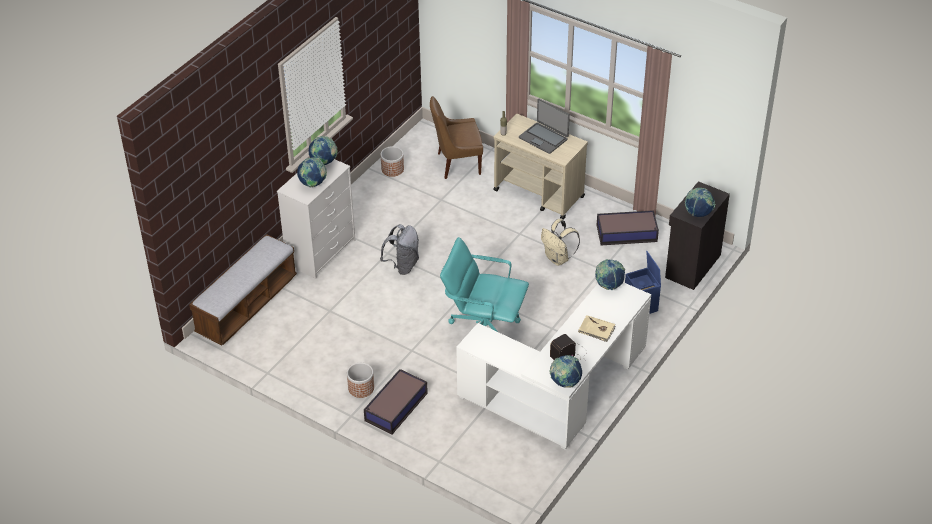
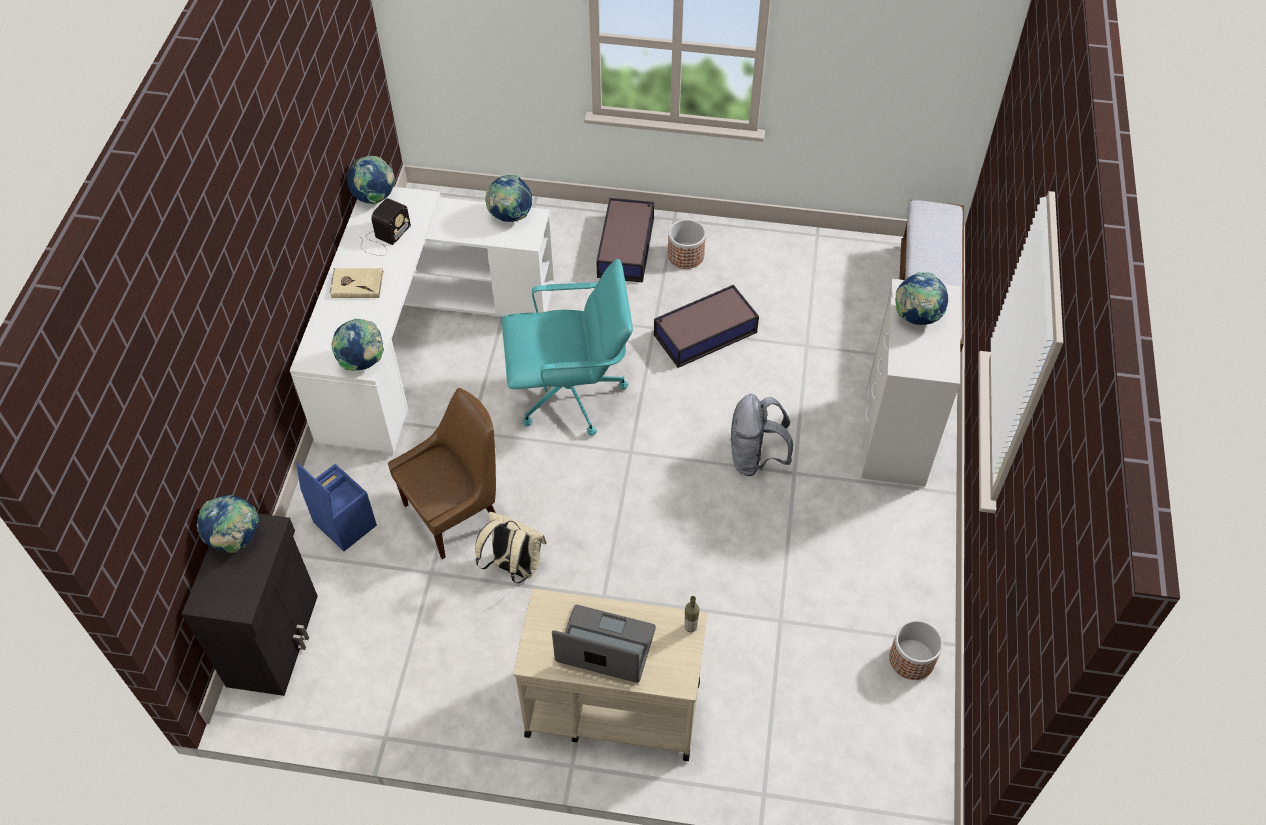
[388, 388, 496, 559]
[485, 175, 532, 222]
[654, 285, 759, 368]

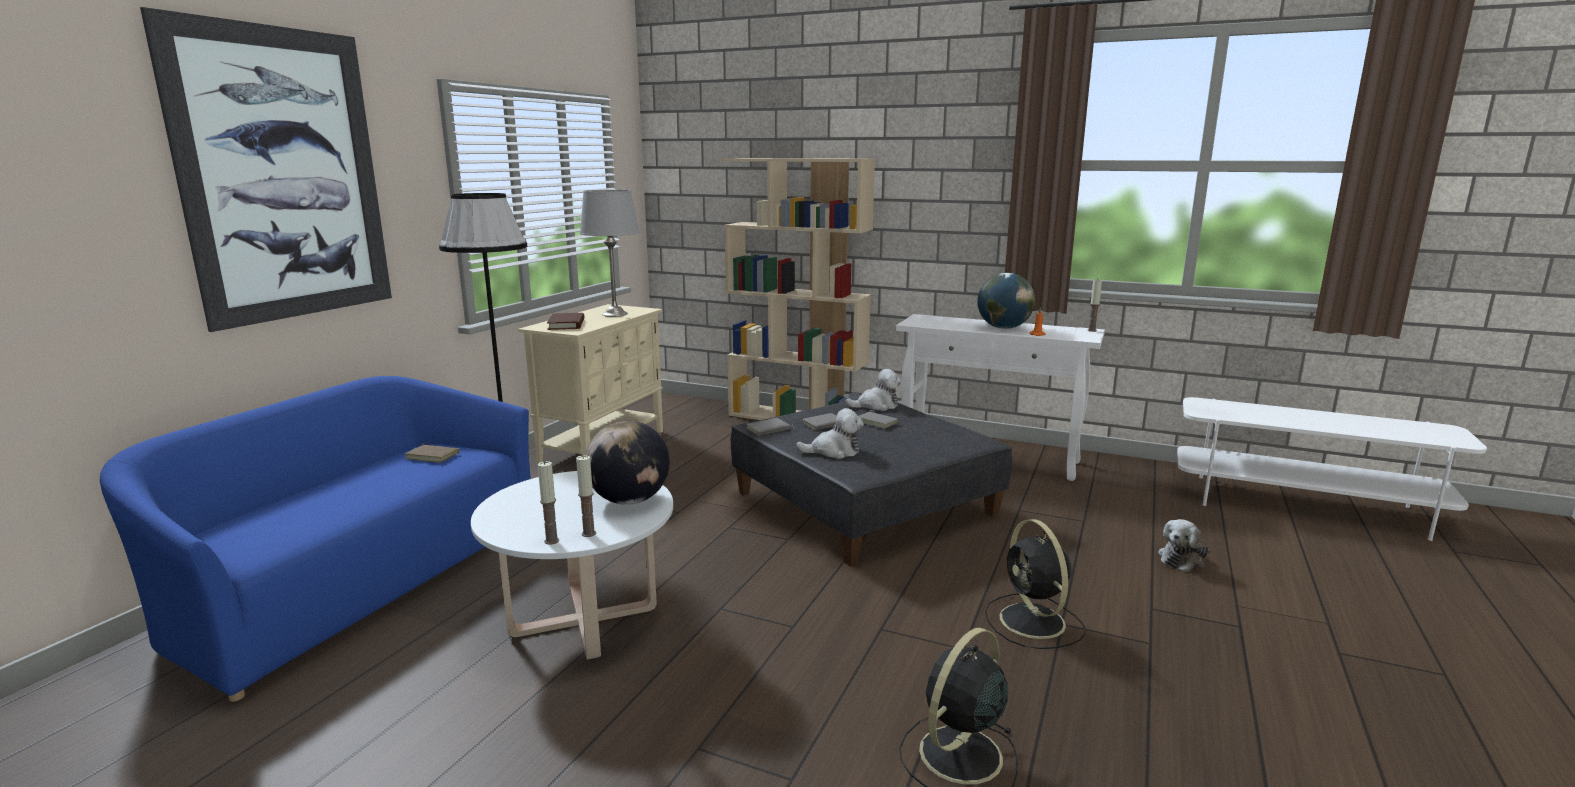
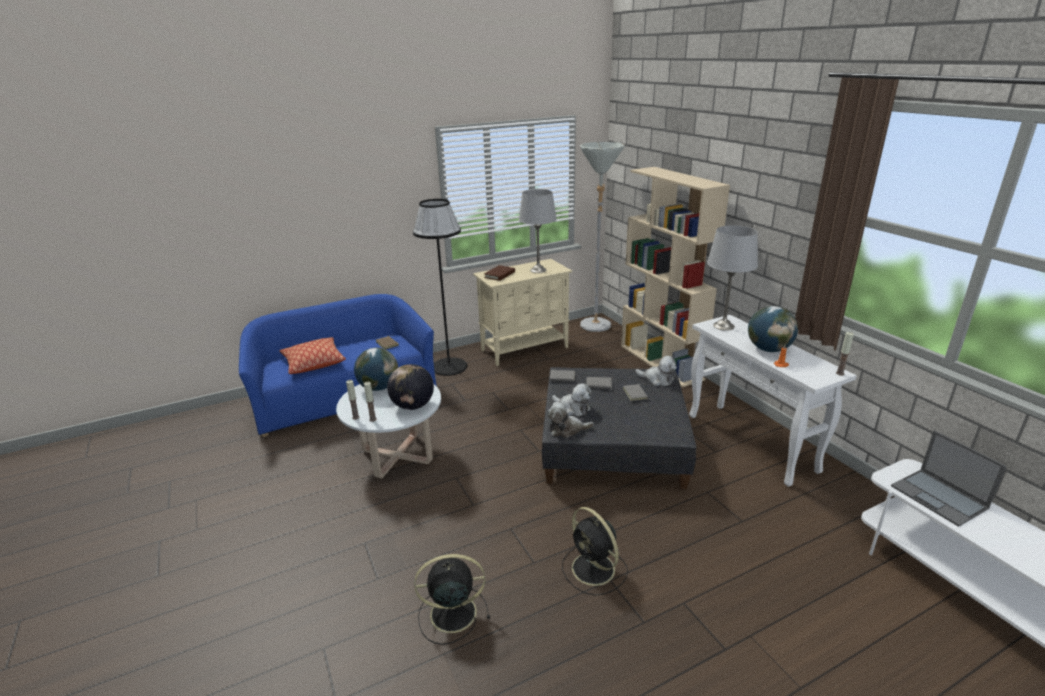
[140, 7, 392, 332] (first image)
[562, 507, 628, 596]
[547, 402, 594, 438]
[580, 142, 625, 332]
[707, 225, 758, 331]
[279, 337, 346, 374]
[354, 348, 398, 391]
[891, 430, 1007, 527]

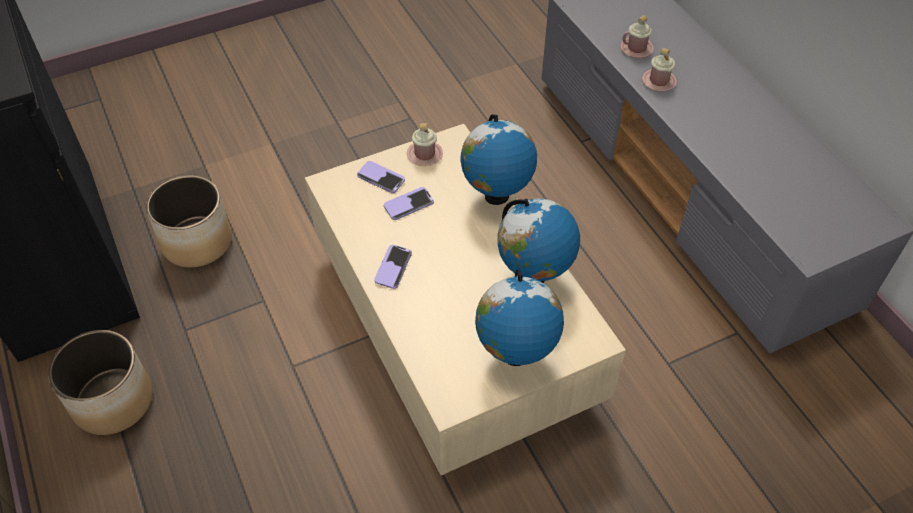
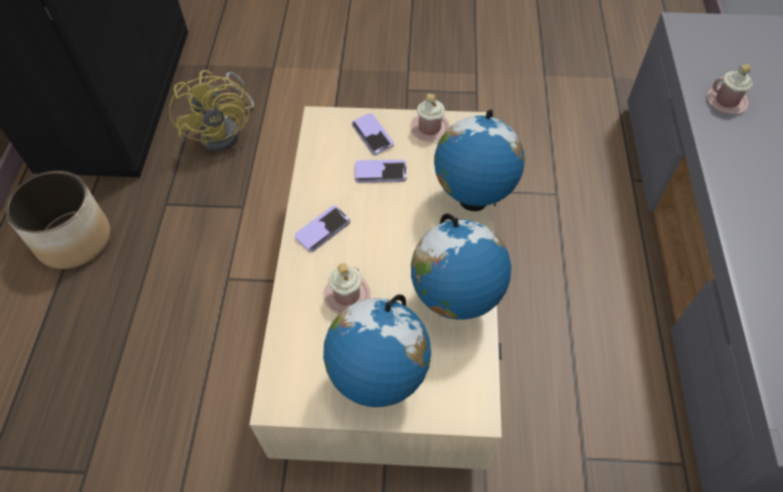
[324, 263, 371, 314]
[169, 70, 254, 152]

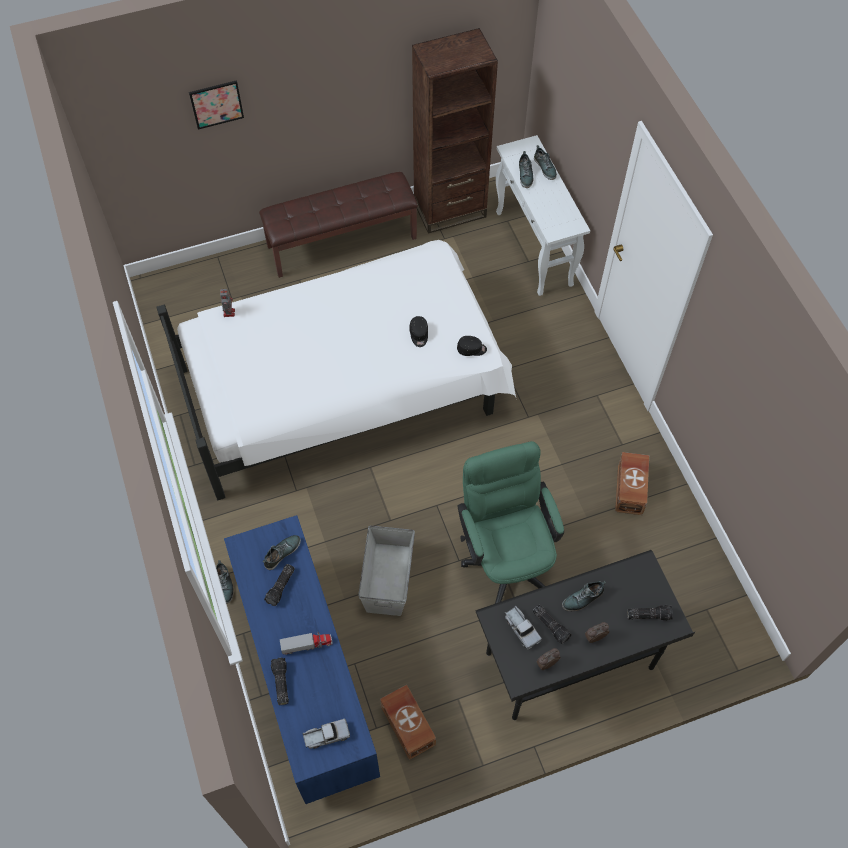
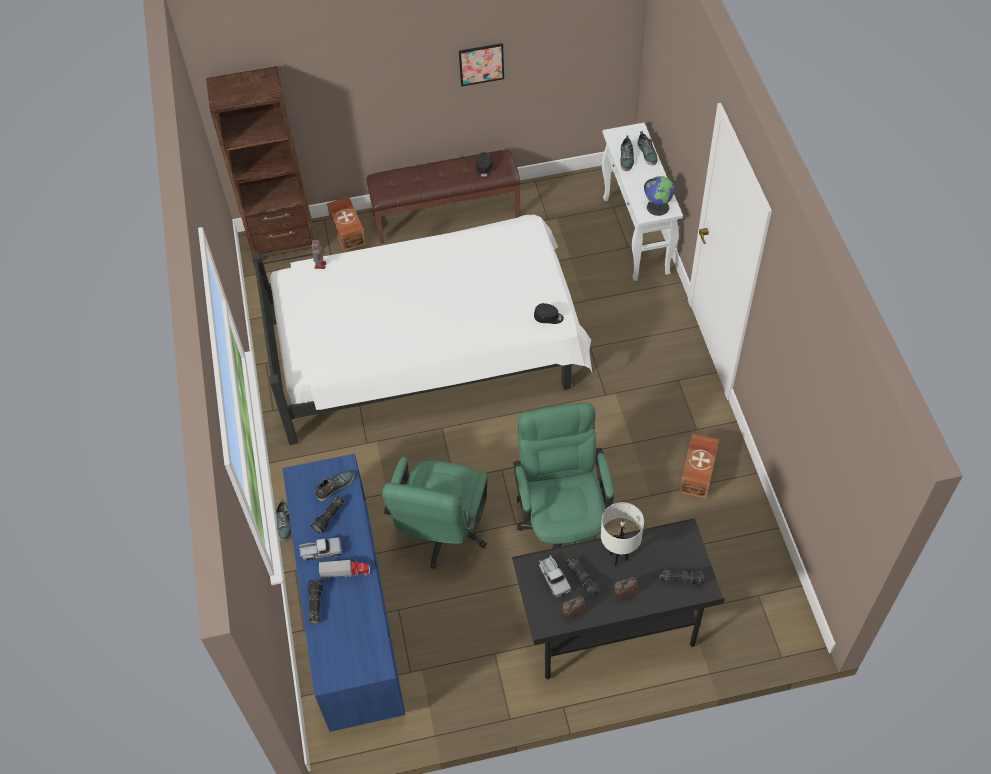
[206, 66, 316, 264]
[459, 43, 504, 87]
[476, 152, 492, 179]
[382, 457, 487, 569]
[601, 502, 644, 565]
[327, 197, 366, 251]
[299, 537, 342, 561]
[644, 176, 674, 216]

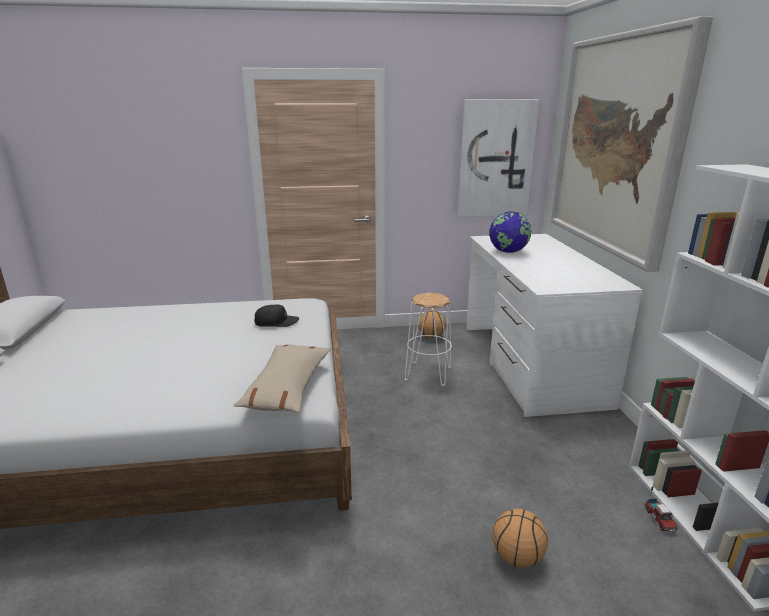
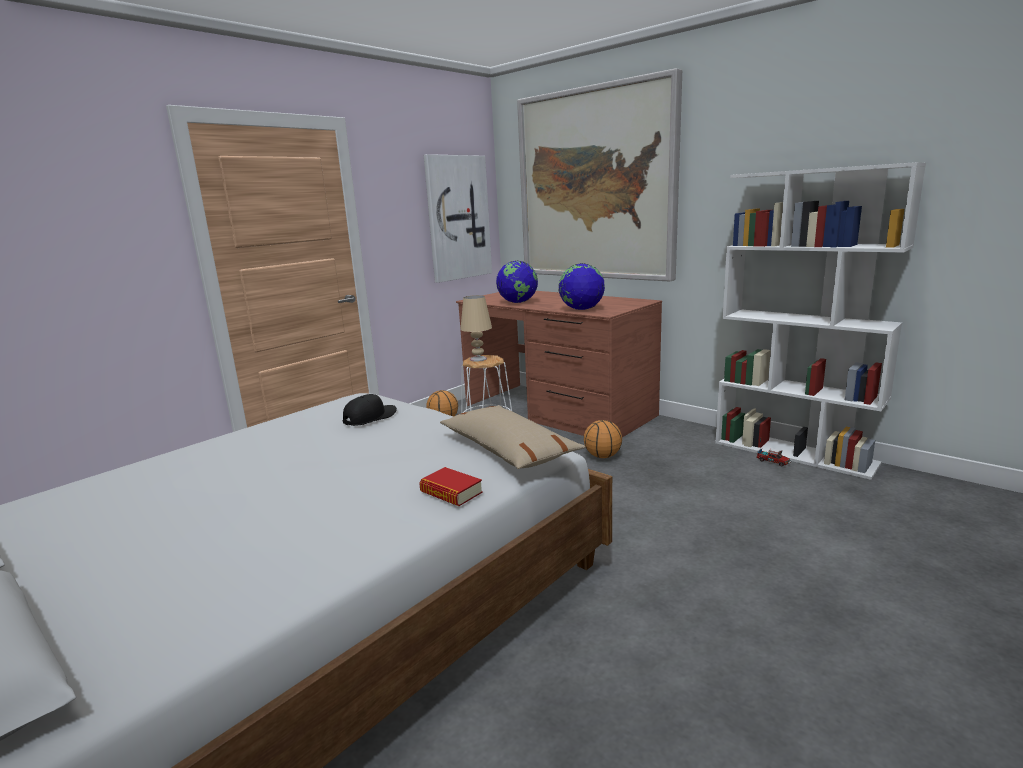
[456, 291, 662, 437]
[584, 420, 622, 458]
[559, 263, 605, 310]
[460, 295, 492, 362]
[419, 467, 483, 506]

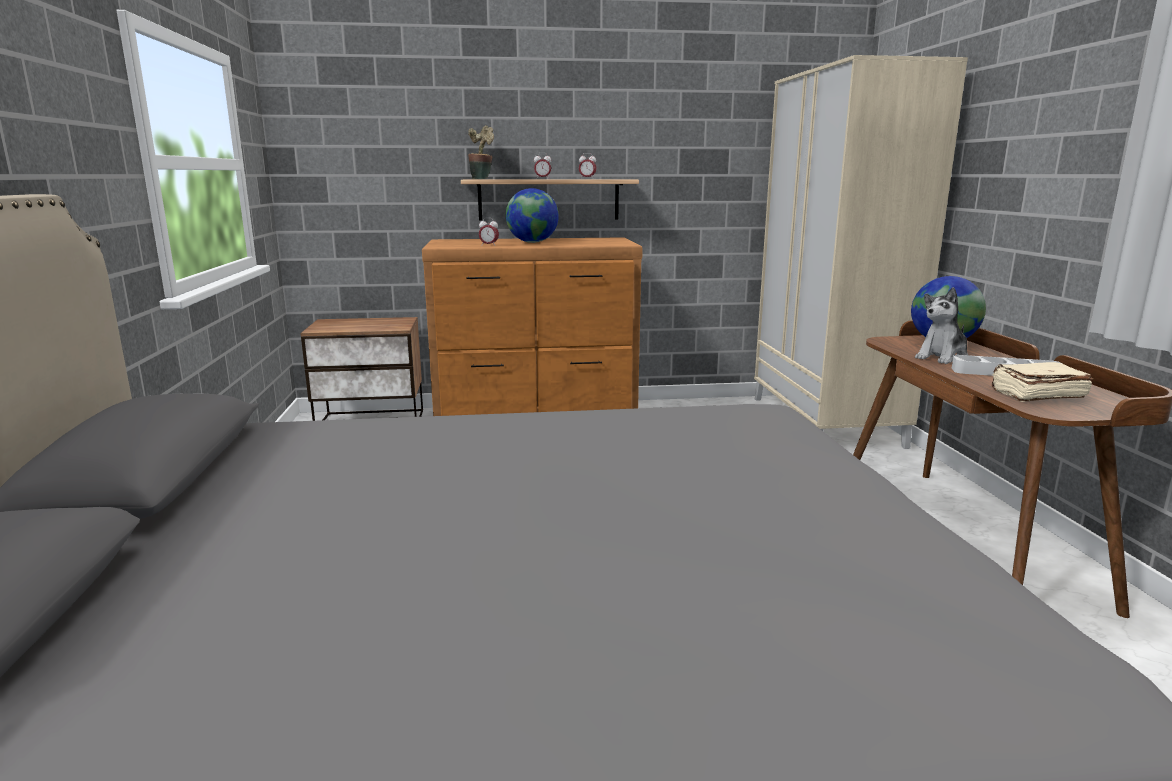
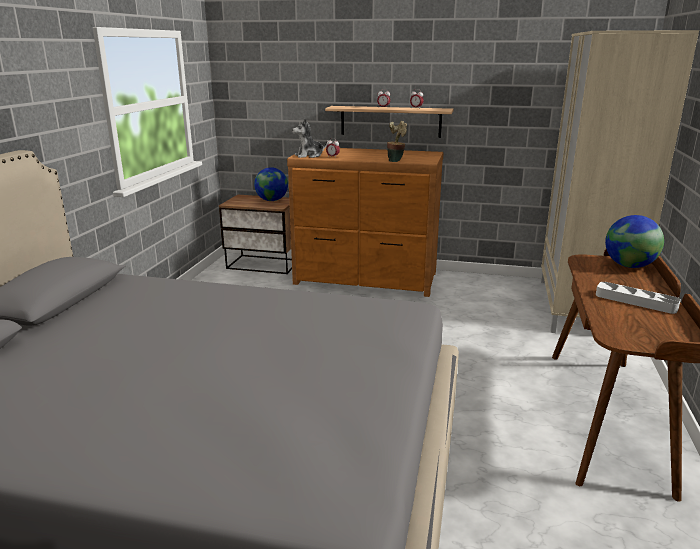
[387, 121, 407, 162]
[254, 167, 288, 201]
[292, 118, 328, 158]
[991, 362, 1093, 402] (first image)

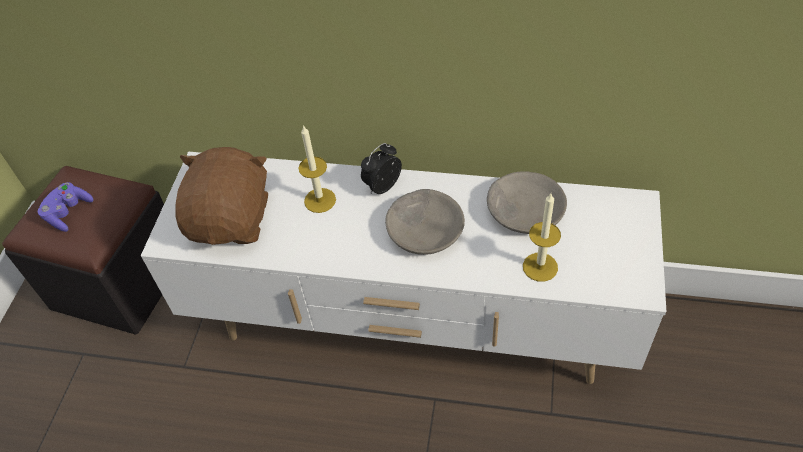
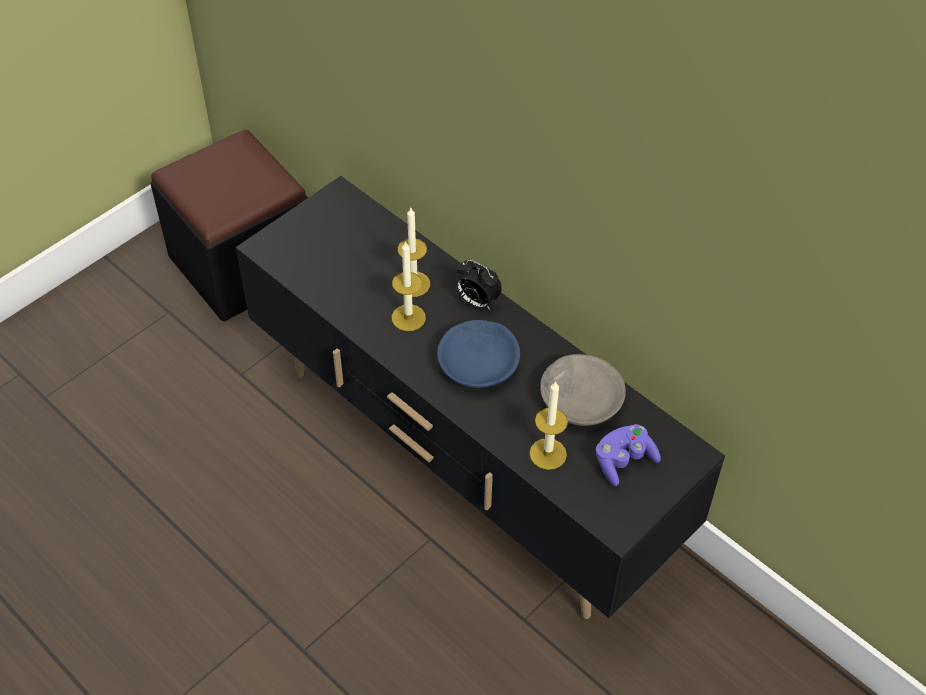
[456, 260, 502, 310]
[175, 147, 268, 245] (first image)
[235, 176, 725, 619]
[596, 424, 661, 486]
[437, 320, 520, 388]
[392, 241, 426, 331]

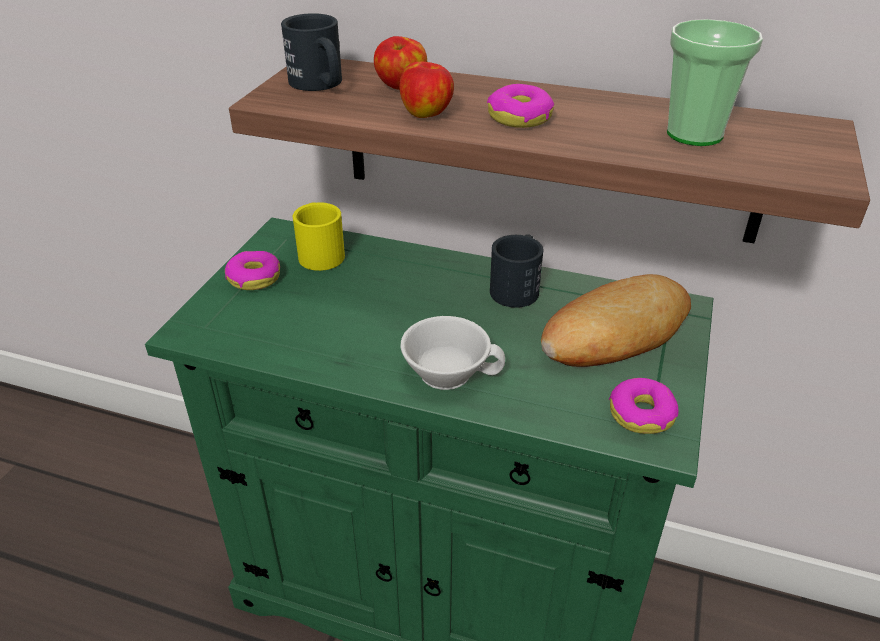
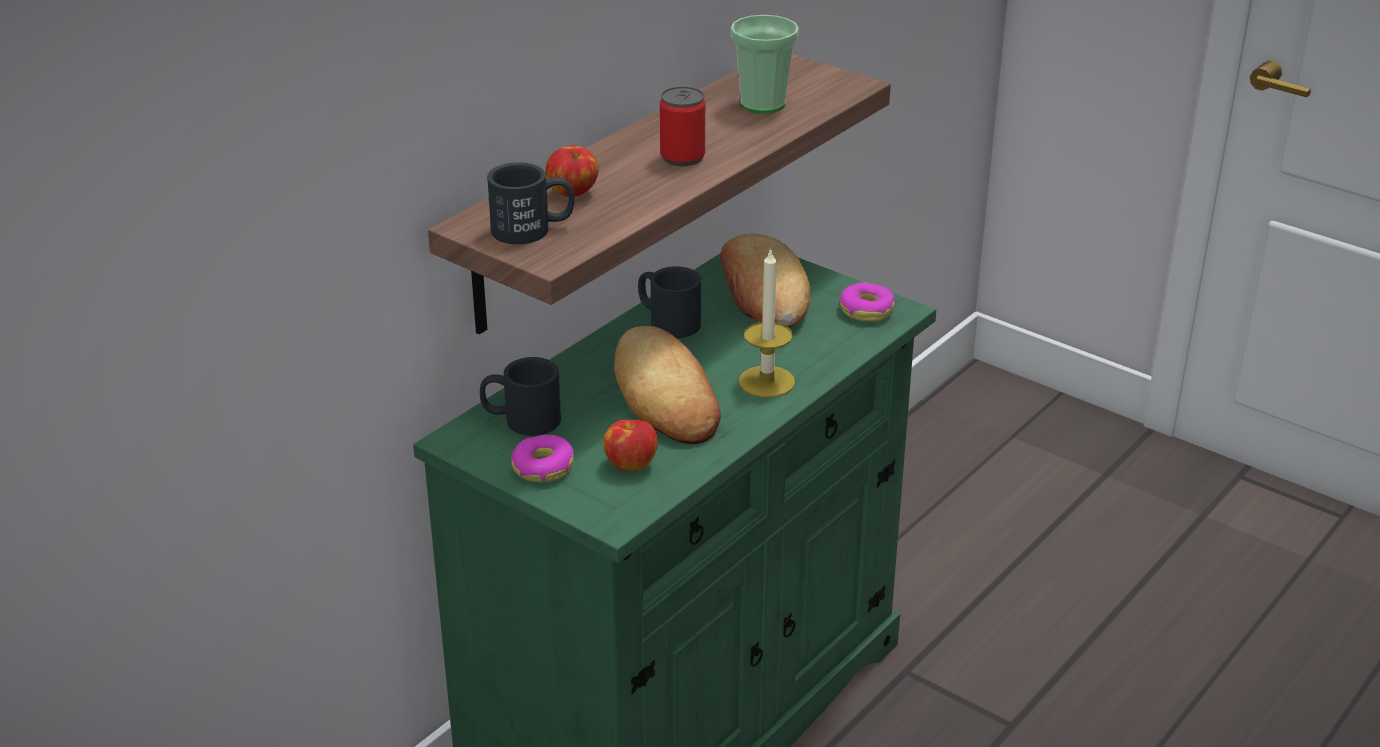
[603, 420, 658, 472]
[660, 87, 705, 166]
[480, 357, 561, 436]
[739, 247, 795, 398]
[614, 326, 721, 444]

